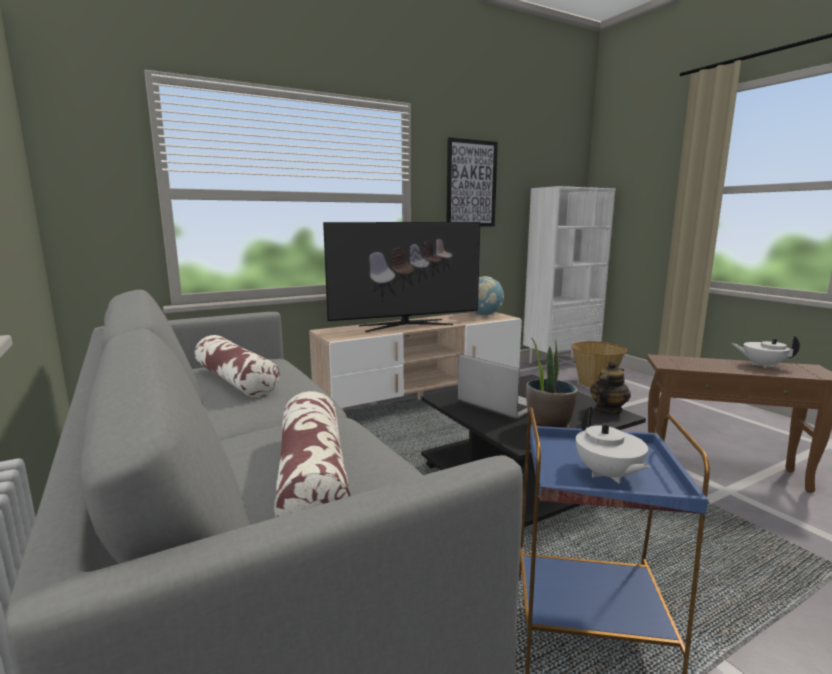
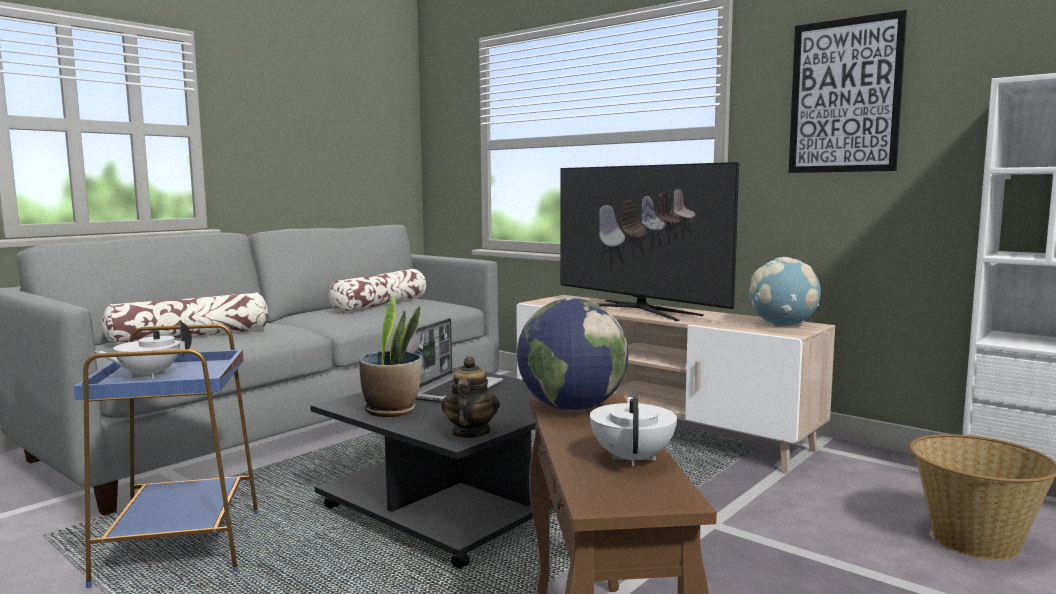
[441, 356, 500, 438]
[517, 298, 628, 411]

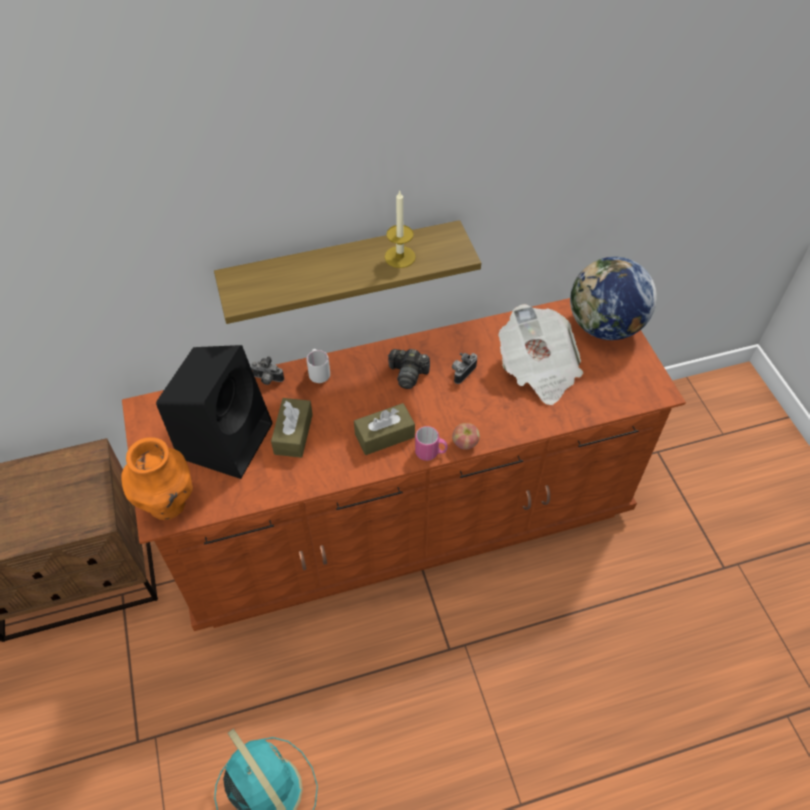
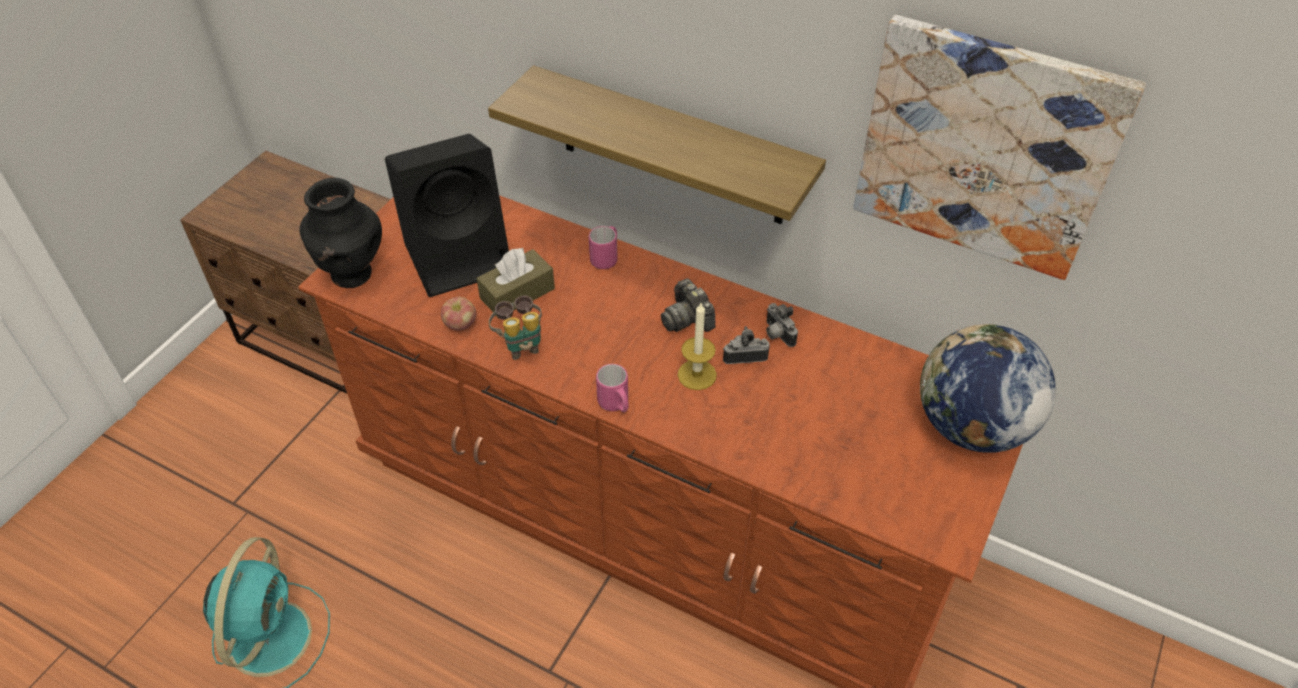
[678, 303, 717, 390]
[498, 304, 583, 405] (first image)
[589, 226, 618, 269]
[766, 303, 798, 347]
[354, 403, 415, 455] (first image)
[441, 297, 476, 331]
[300, 178, 382, 288]
[853, 15, 1146, 280]
[489, 296, 542, 360]

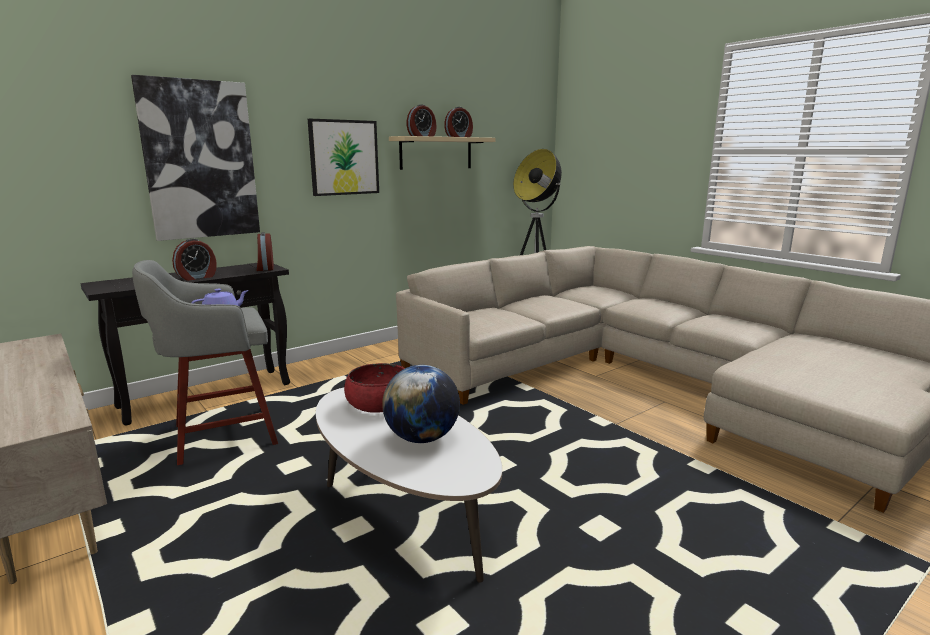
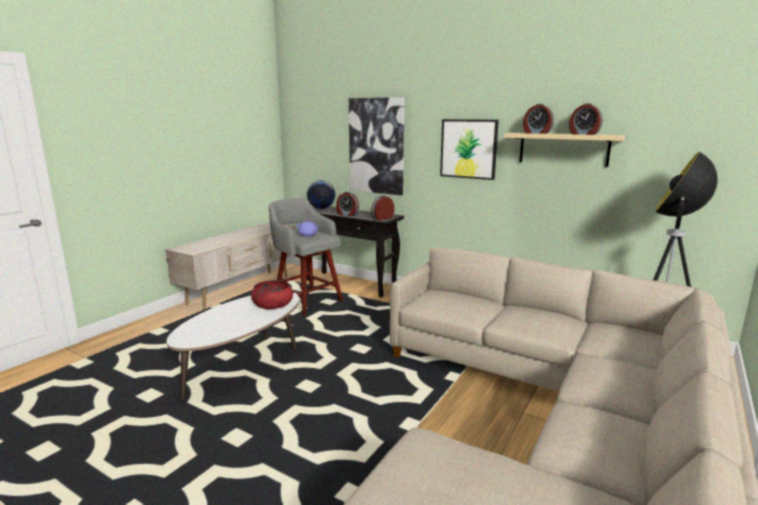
[307, 180, 335, 209]

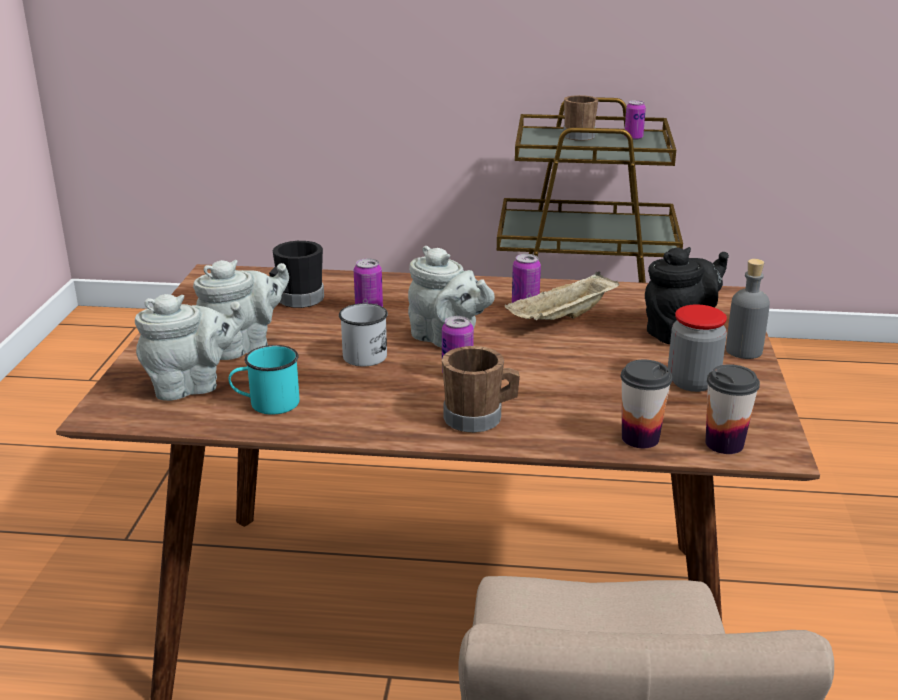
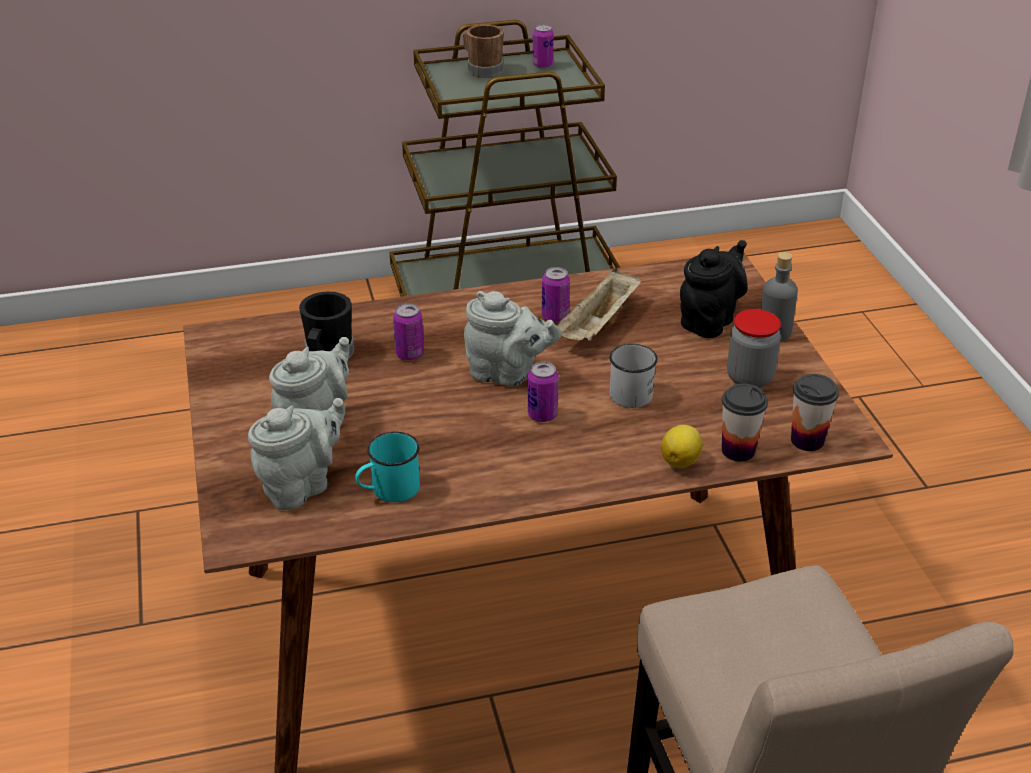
[609, 344, 658, 408]
[442, 346, 520, 433] (first image)
[661, 425, 702, 468]

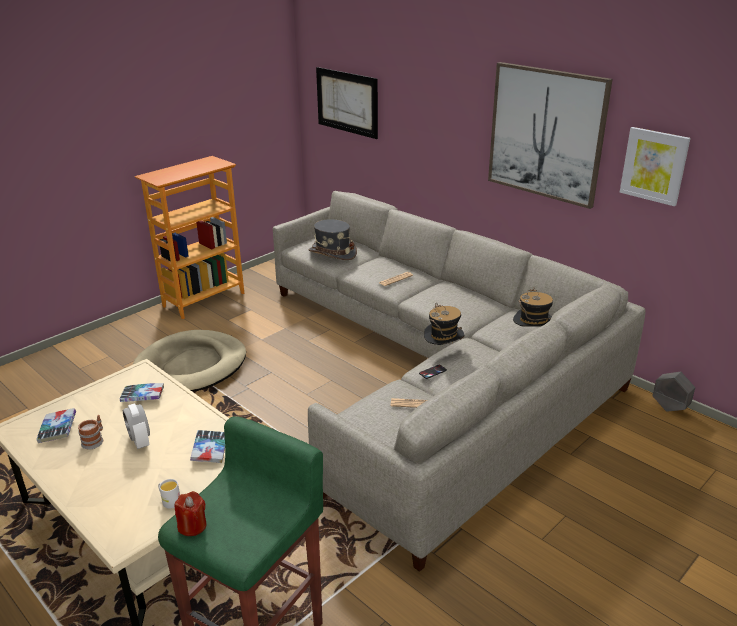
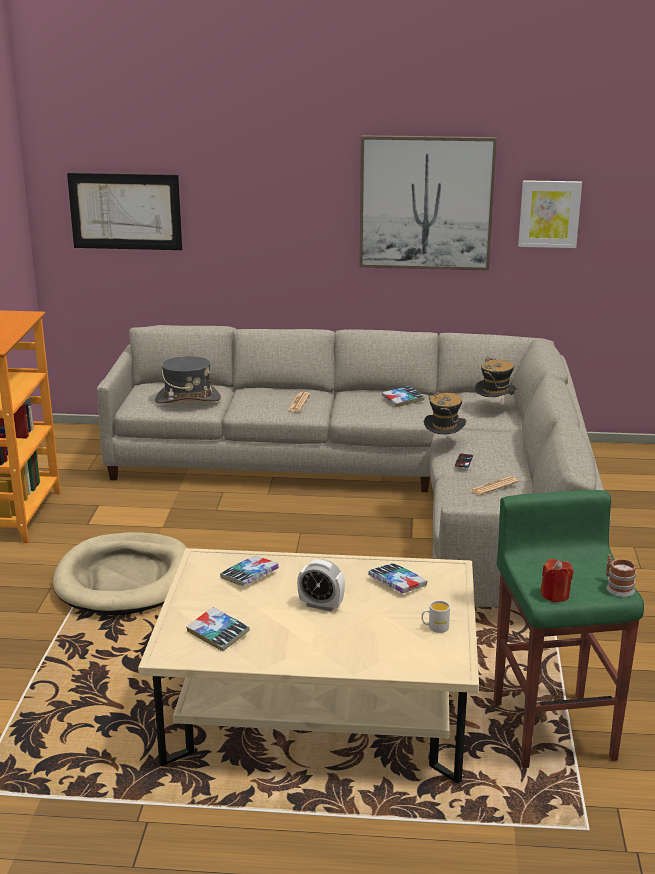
[652, 371, 695, 412] (first image)
[606, 555, 636, 597]
[382, 386, 425, 407]

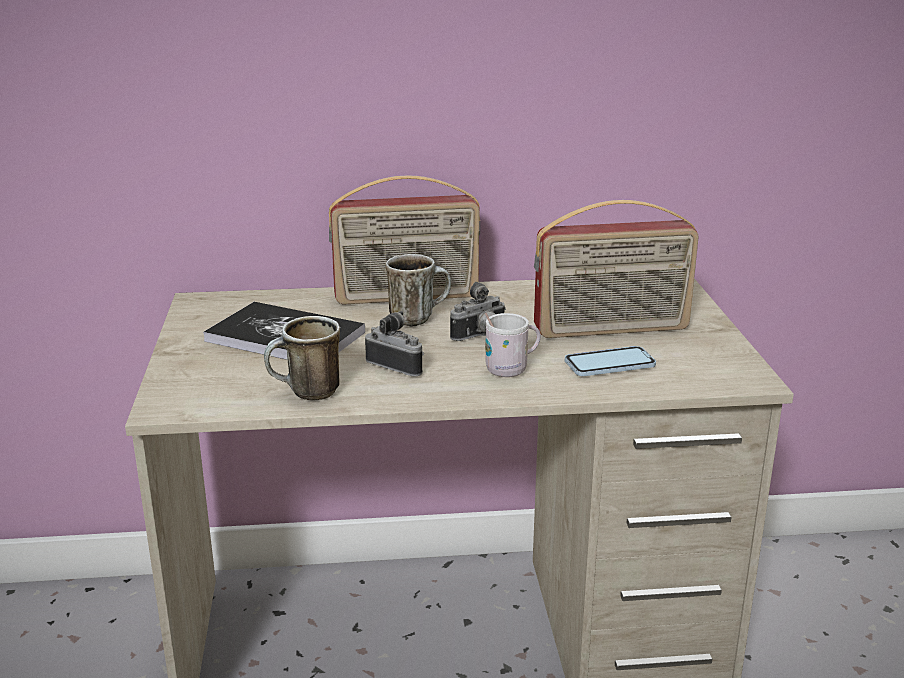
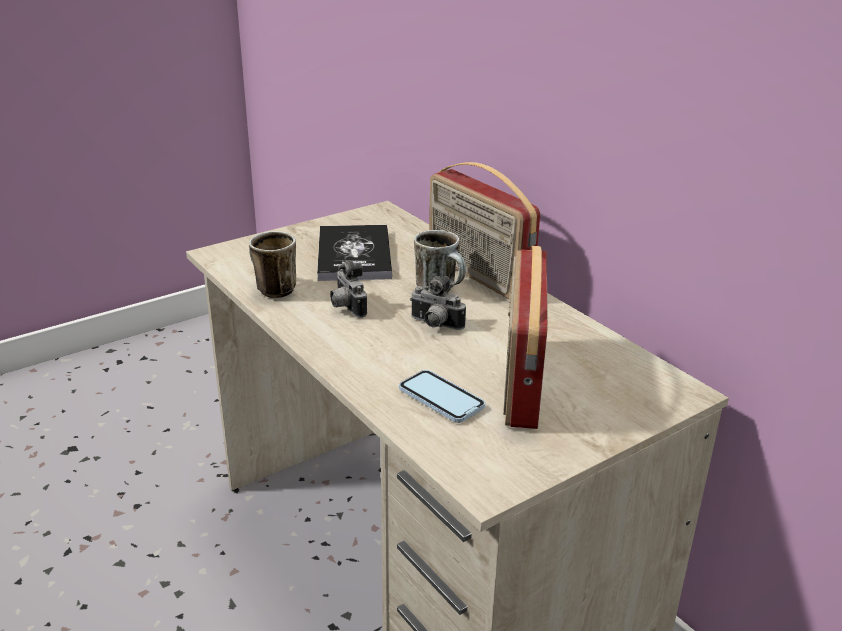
[503, 246, 548, 429]
[330, 260, 367, 318]
[485, 313, 541, 377] (first image)

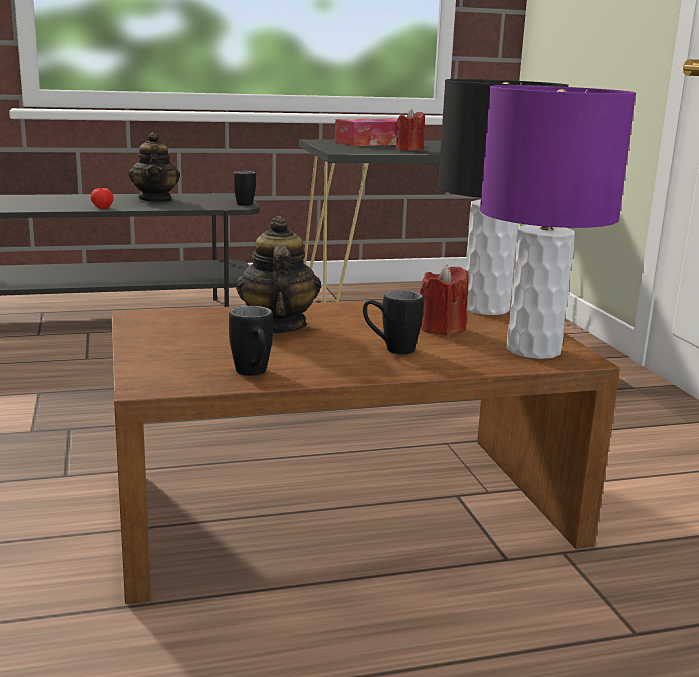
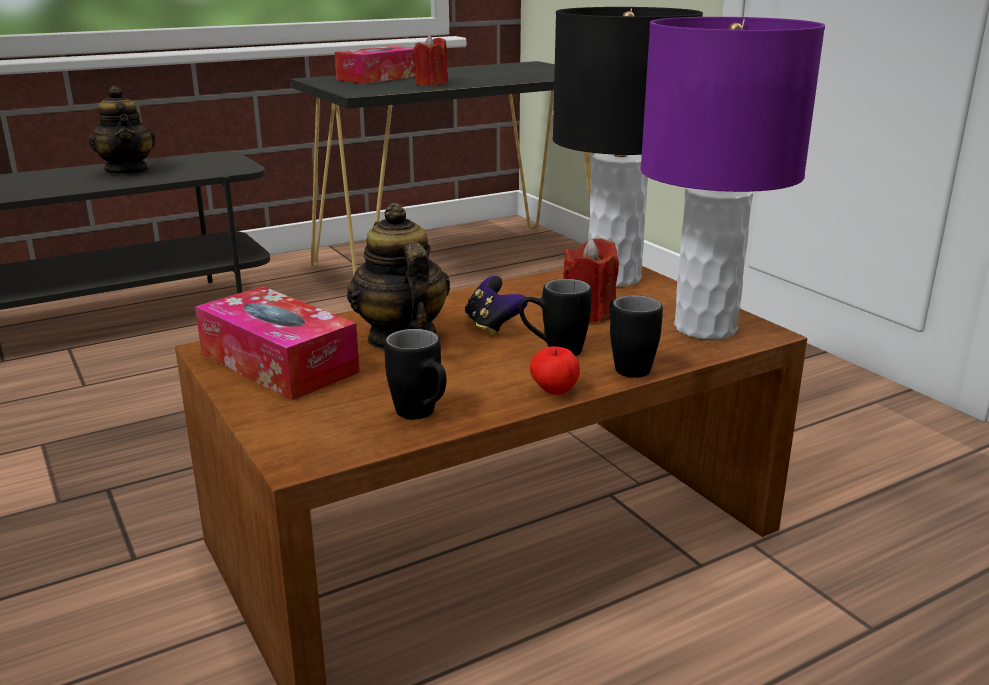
[609, 295, 663, 378]
[530, 347, 580, 395]
[465, 276, 528, 336]
[195, 286, 359, 400]

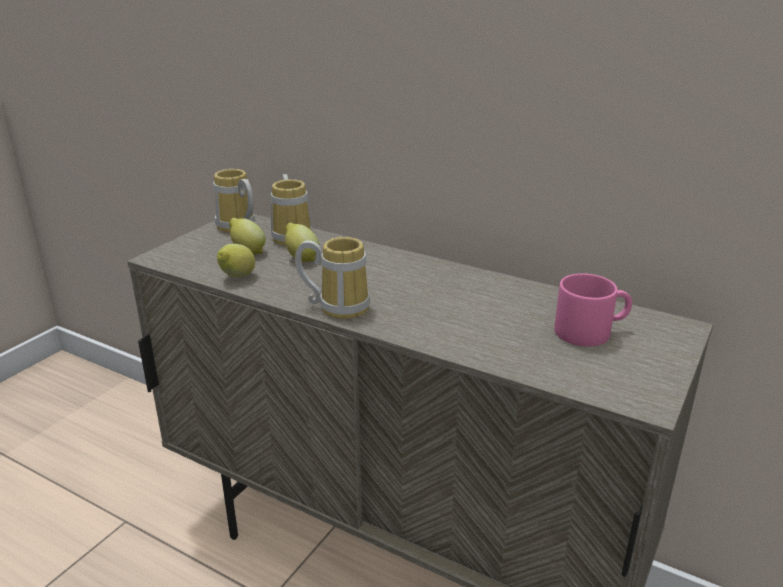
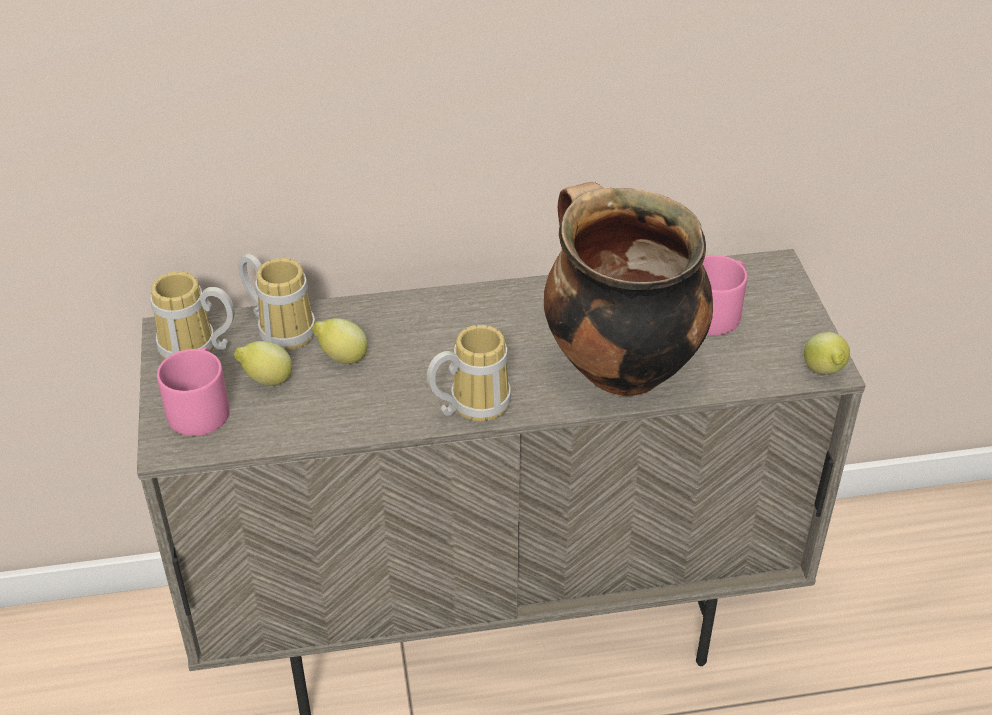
[804, 332, 850, 375]
[544, 182, 713, 396]
[157, 347, 230, 436]

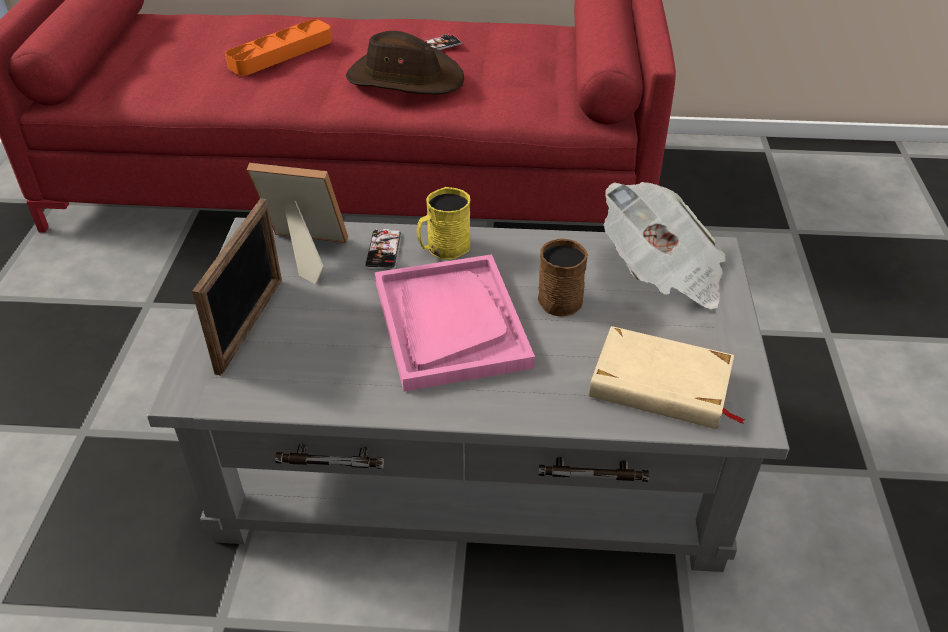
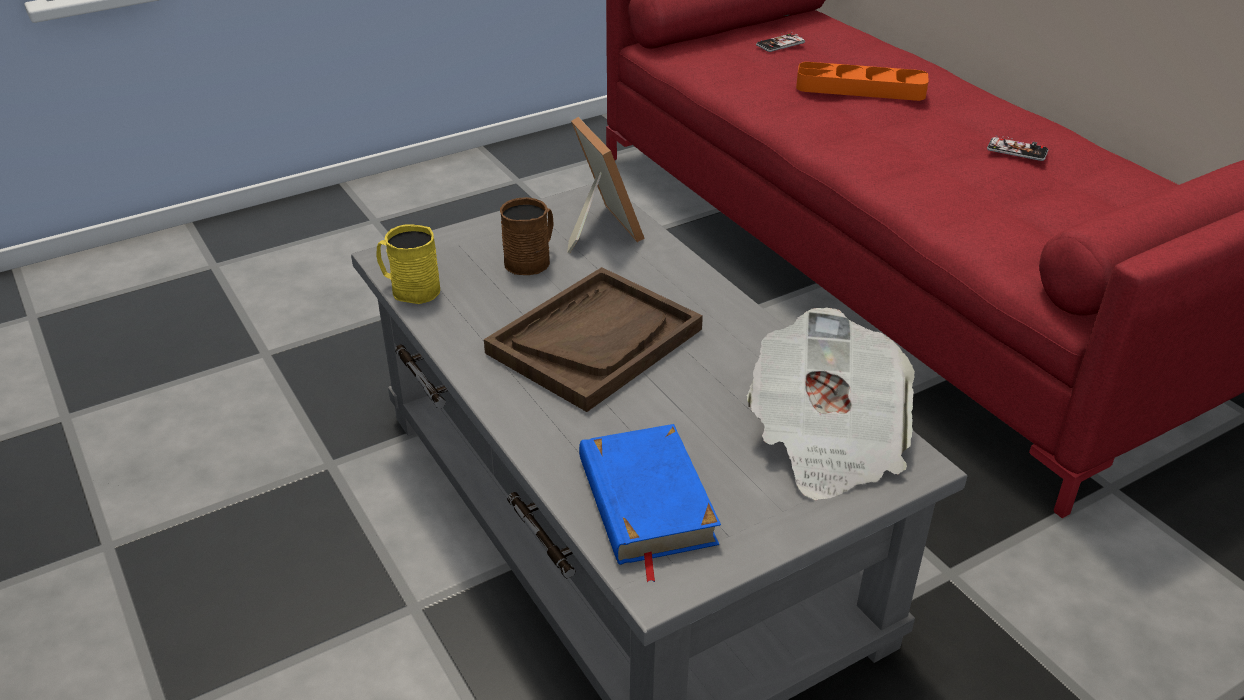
[346, 31, 464, 94] (first image)
[376, 224, 440, 304]
[192, 199, 282, 376] (first image)
[756, 32, 805, 52]
[500, 197, 553, 275]
[484, 267, 703, 412]
[579, 424, 721, 582]

